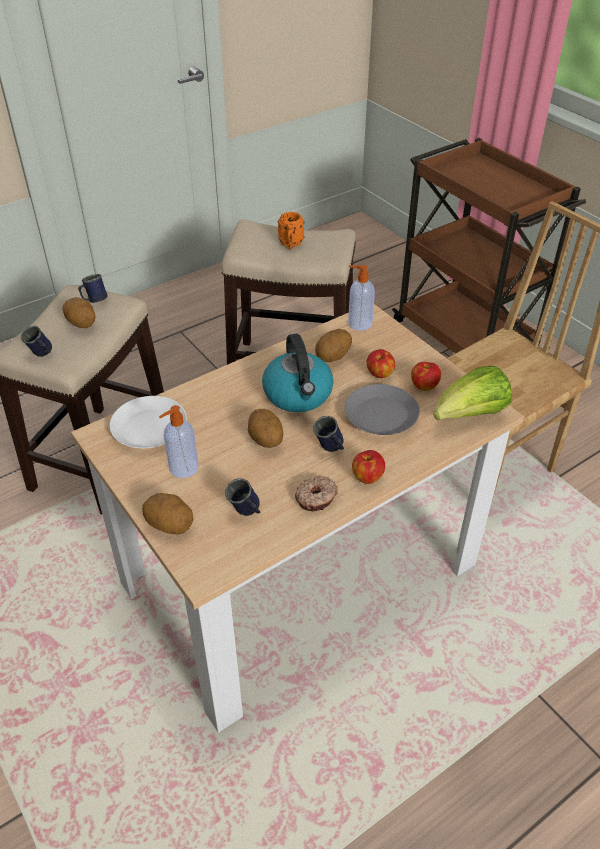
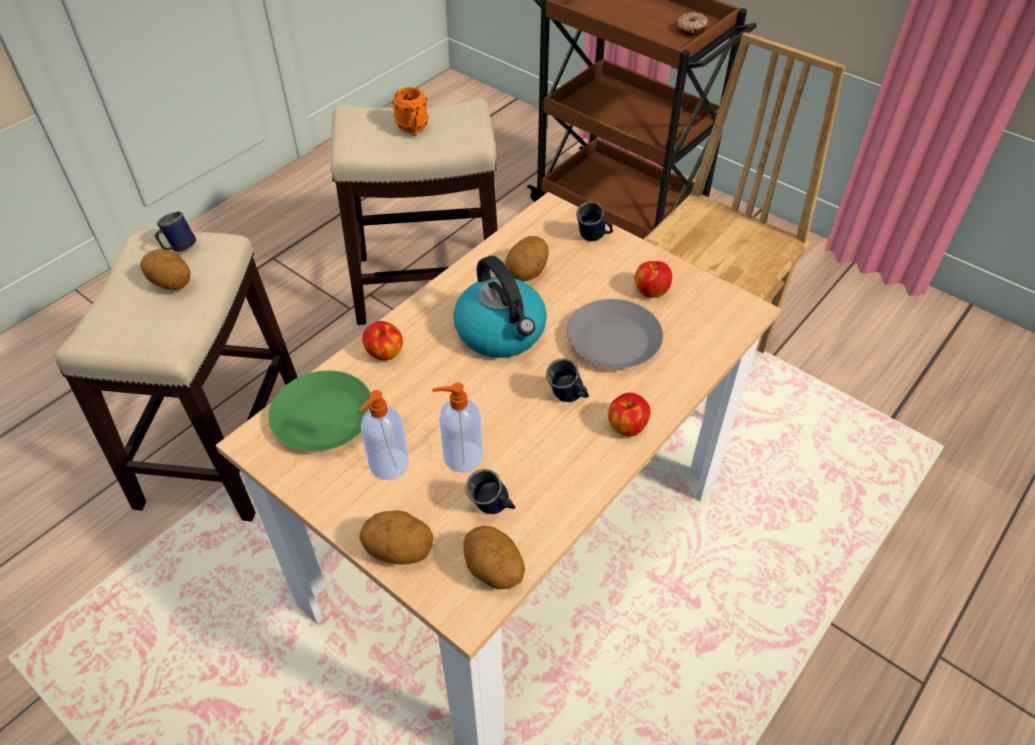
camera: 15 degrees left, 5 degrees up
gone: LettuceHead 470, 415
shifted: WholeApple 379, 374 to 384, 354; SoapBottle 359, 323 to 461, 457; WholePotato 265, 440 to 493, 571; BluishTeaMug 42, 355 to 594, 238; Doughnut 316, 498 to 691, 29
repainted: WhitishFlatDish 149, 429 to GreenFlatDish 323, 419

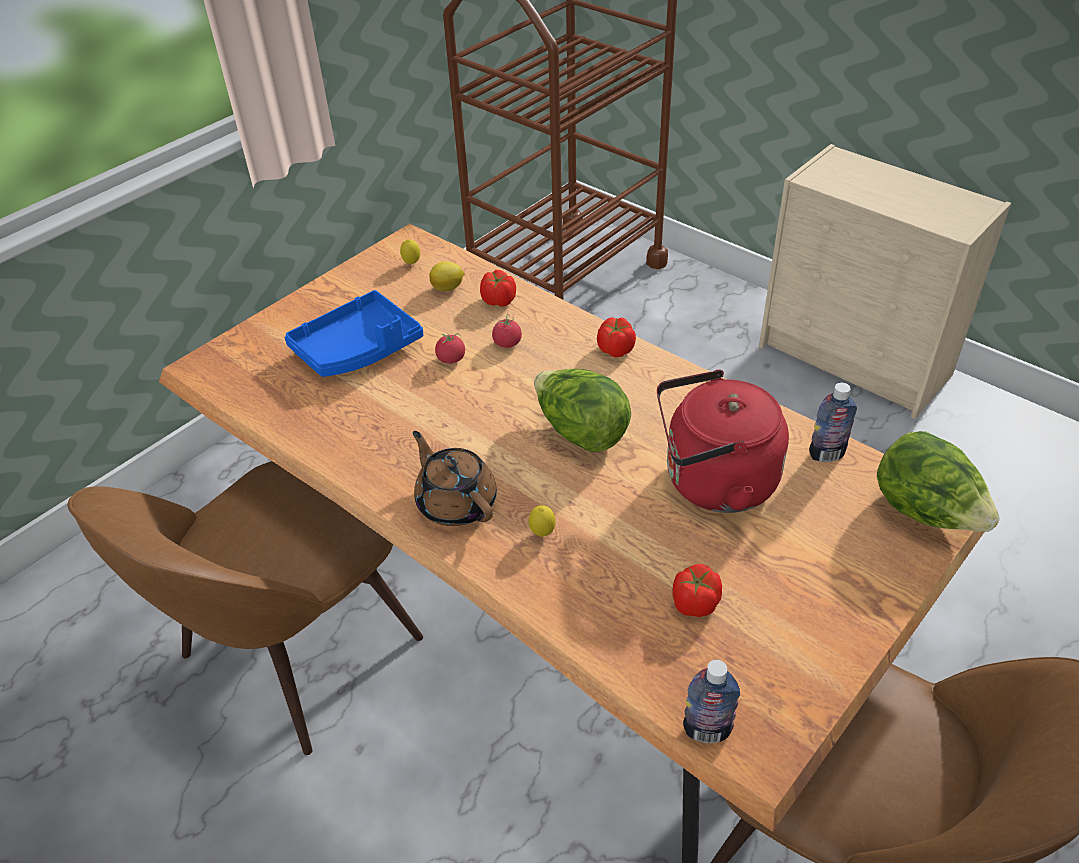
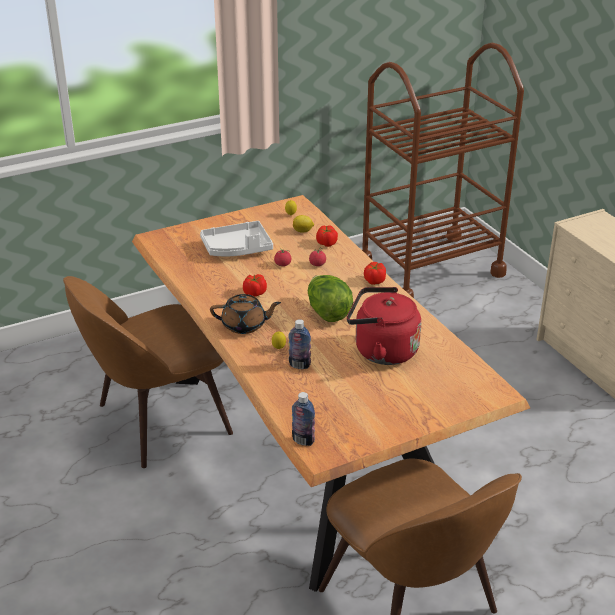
camera: 20 degrees right, 10 degrees down
gone: LettuceHead 926, 512
shifted: WholeTomato 695, 603 to 254, 293; DrinkBottle 826, 454 to 299, 365
repainted: BluishTray 358, 349 to WhitishTray 237, 248
rotated: BrownColouredTeaPot 456, 502 = 245, 325 105 degrees clockwise

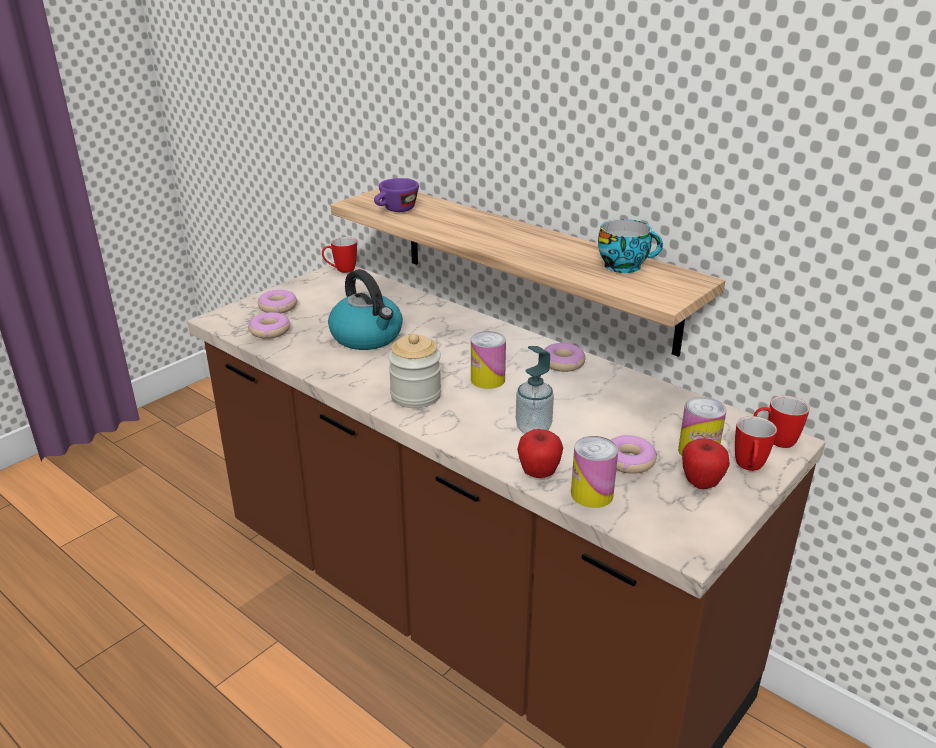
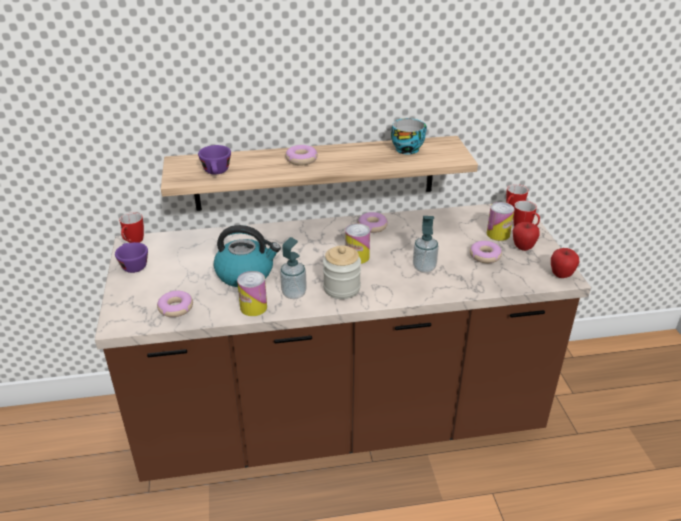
camera: 50 degrees left, 5 degrees up
new: PurpleColouredSmallCup 132, 265; SoapBottle 294, 293
shifted: Can 592, 494 to 253, 307; Doughnut 278, 307 to 301, 160; WholeApple 538, 473 to 561, 275

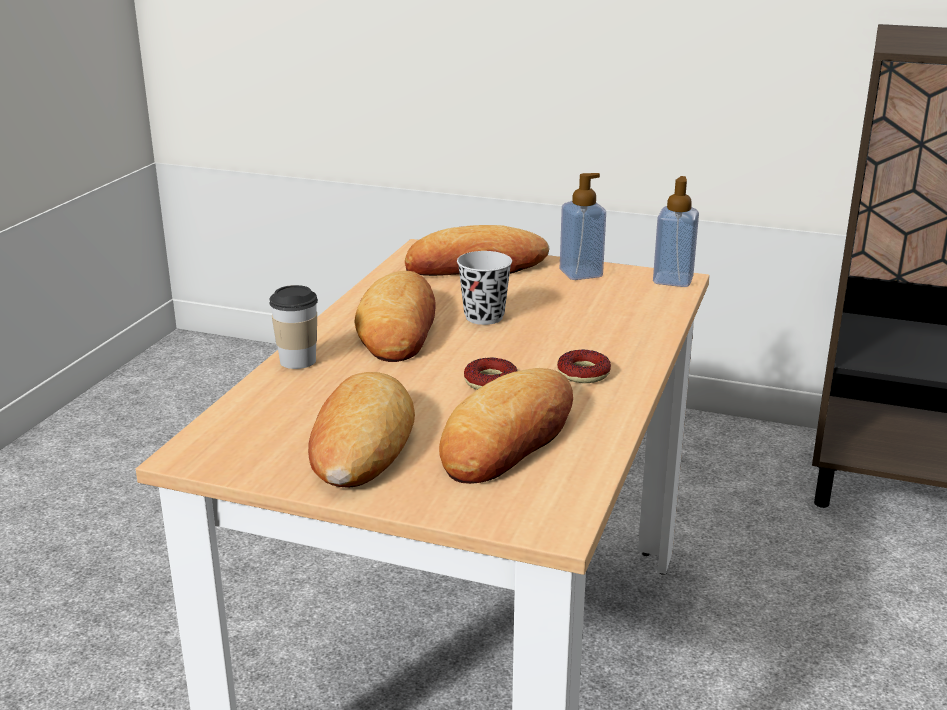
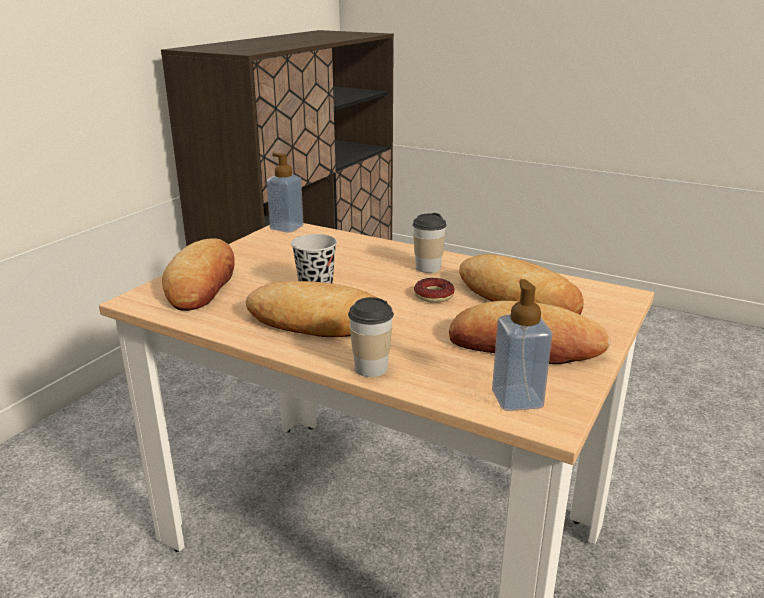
camera: 80 degrees left, 0 degrees up
shifted: SoapBottle 581, 273 to 517, 399
swapped: Doughnut 583, 373 to SmallCup 428, 268

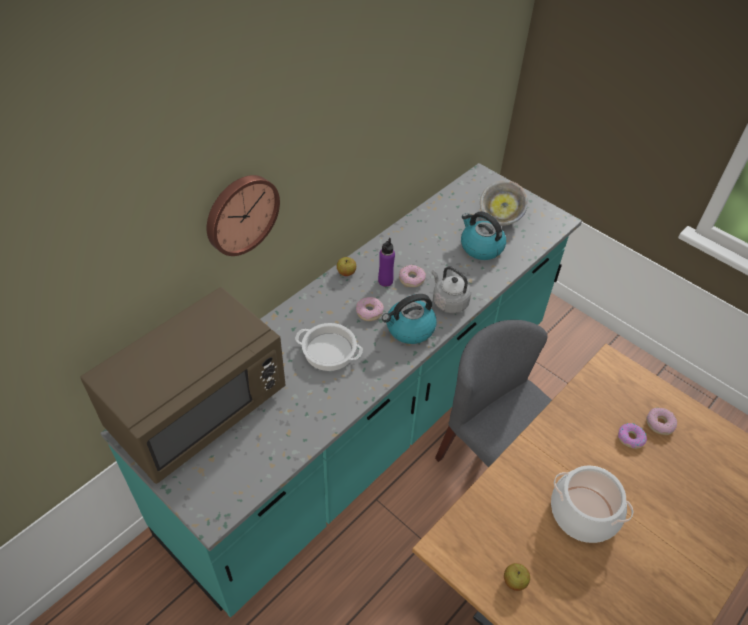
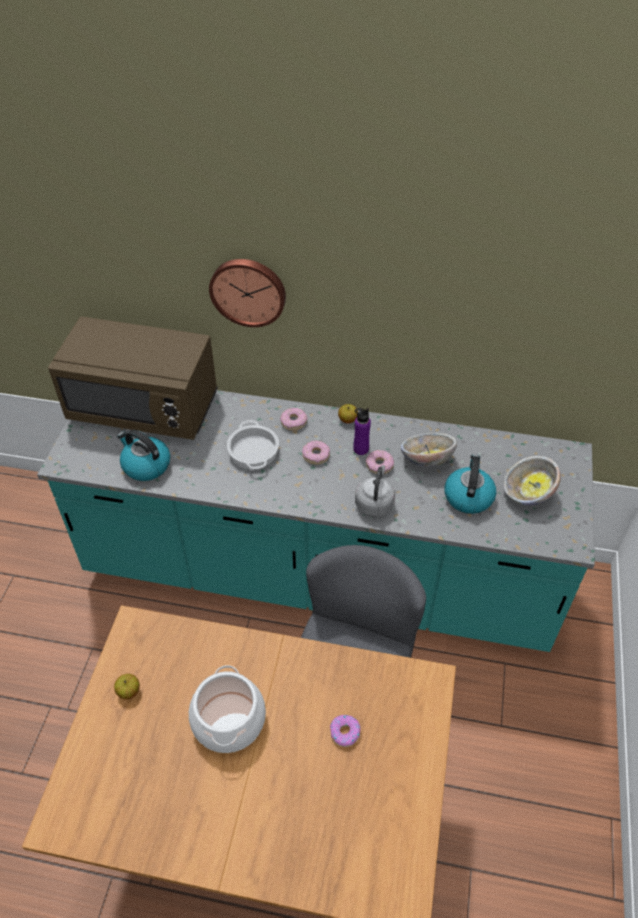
camera: 60 degrees right, 0 degrees up
new: ServingBowl 426, 459
shifted: WaterKettle 409, 329 to 145, 465; Doughnut 660, 424 to 293, 422

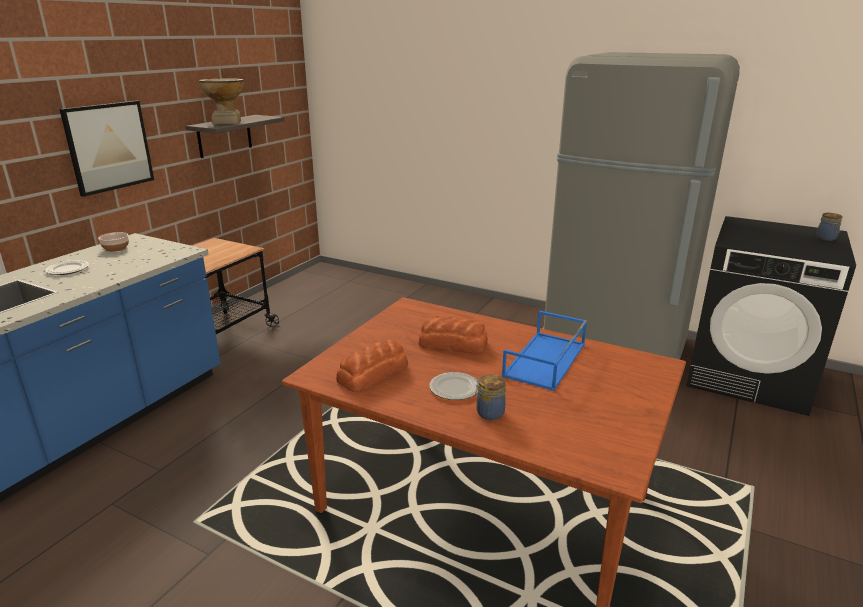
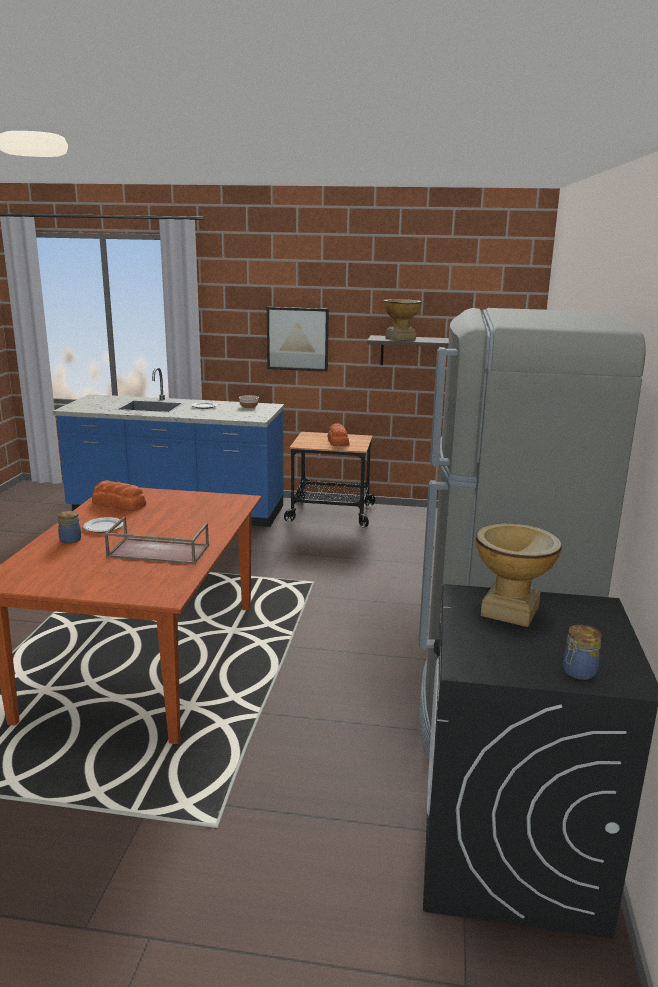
camera: 70 degrees right, 5 degrees down
new: Vase 510, 611
shifted: Bread 453, 344 to 338, 441
repainted: BluishTray 545, 361 to BrownColouredTray 157, 551

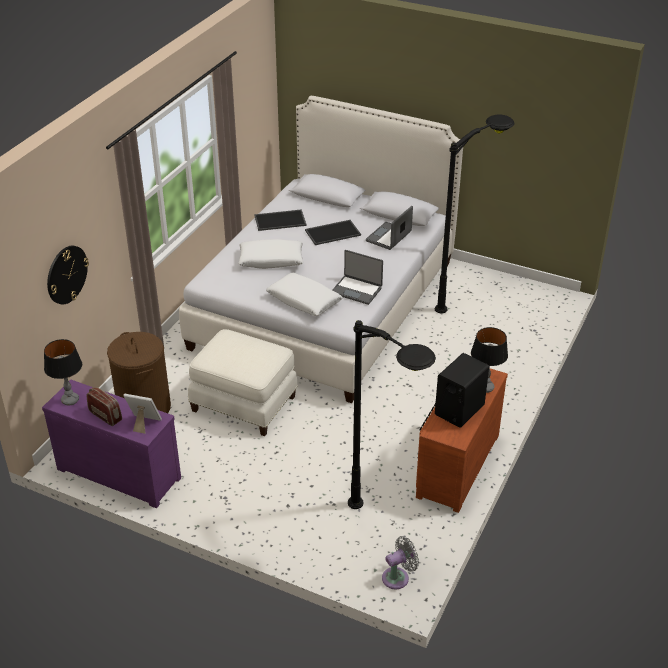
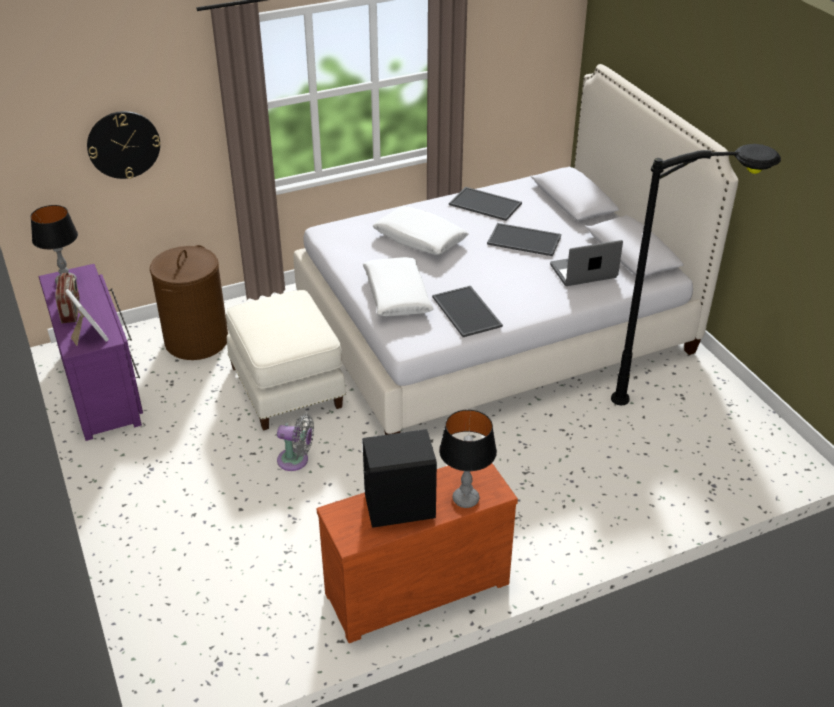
camera: 40 degrees right, 0 degrees up
gone: BlackFloorLamp 389, 532
shifted: GreyFan 398, 577 to 296, 460
swapped: Laptop 357, 290 to Tray 468, 311

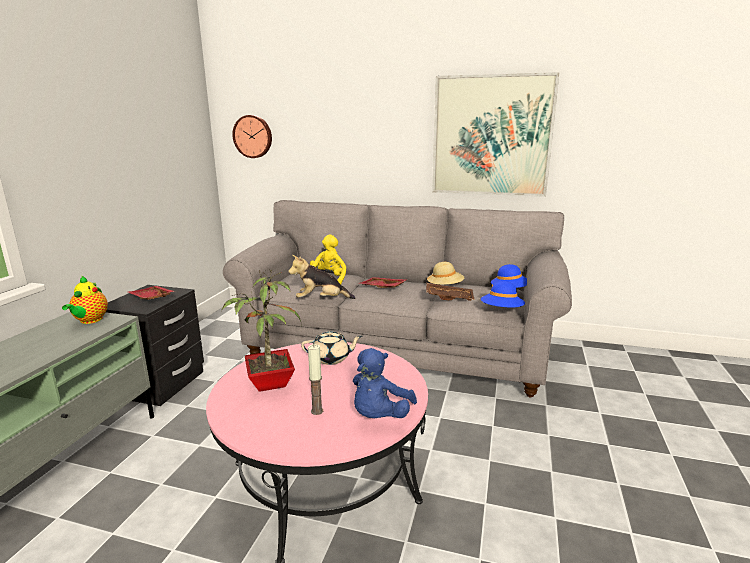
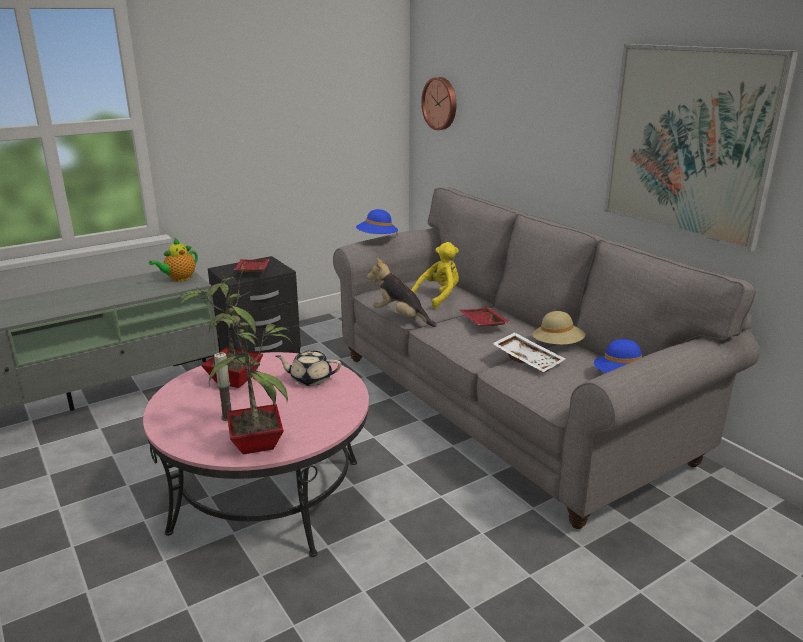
camera: 40 degrees right, 5 degrees up
shifted: BluishClothingHat 501, 311 to 377, 238
swapped: BluishSoftToy 379, 416 to PlantInAPot 259, 443
repainted: BrownColouredTray 449, 297 to WhitishTray 528, 359
rotated: BeigeTeaPot 331, 358 = 310, 379 150 degrees clockwise

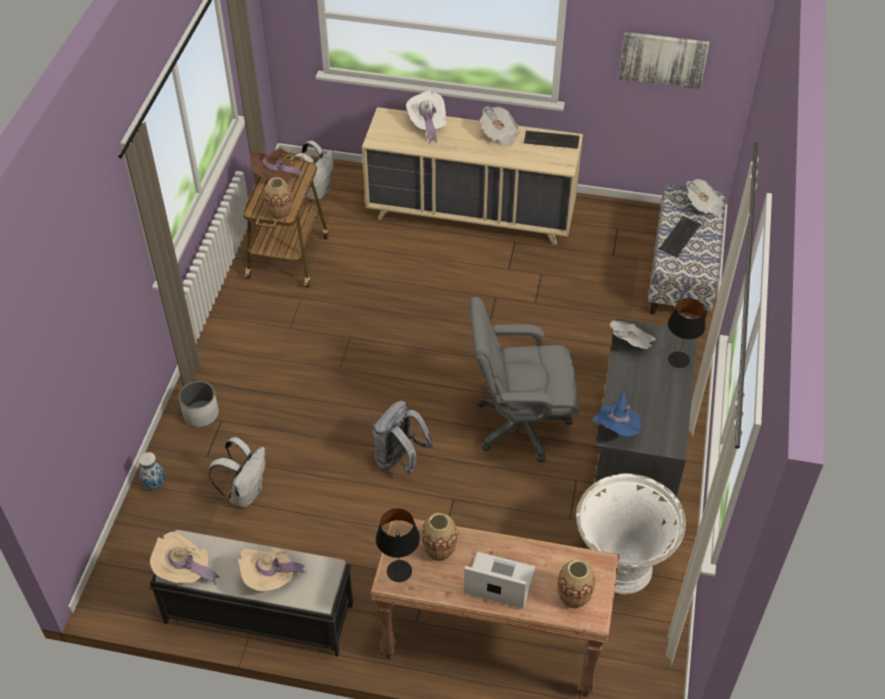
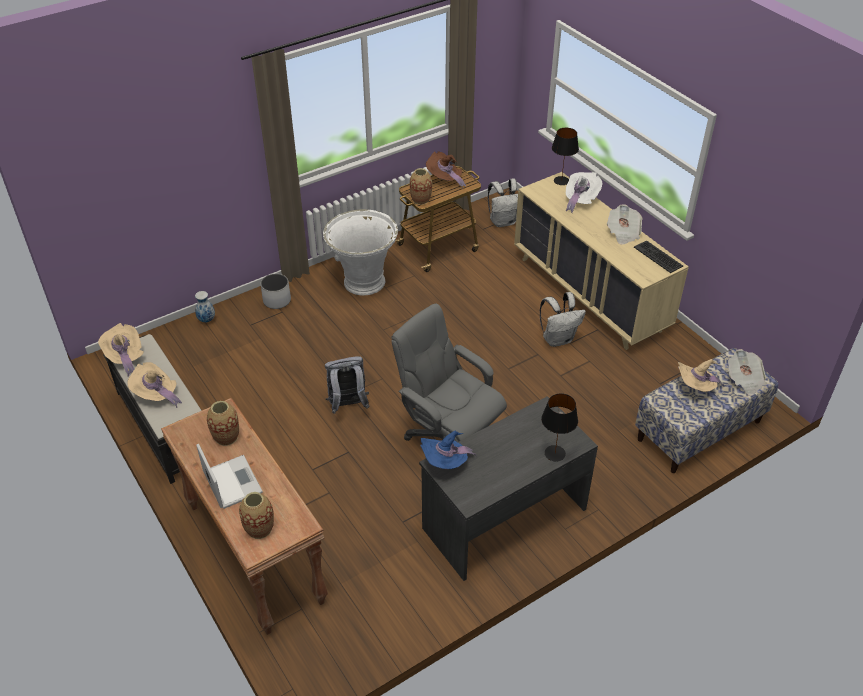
camera: 45 degrees right, 5 degrees down
gone: DailyPaper 632, 343; Picture 663, 59
shifted: WhitishPlantPot 620, 568 to 363, 282; WhitishKnapsack 245, 492 to 558, 339; BlackTableLamp 399, 571 to 561, 181
swapped: PcKeyboard 680, 237 to BeigeClothingHat 695, 388

